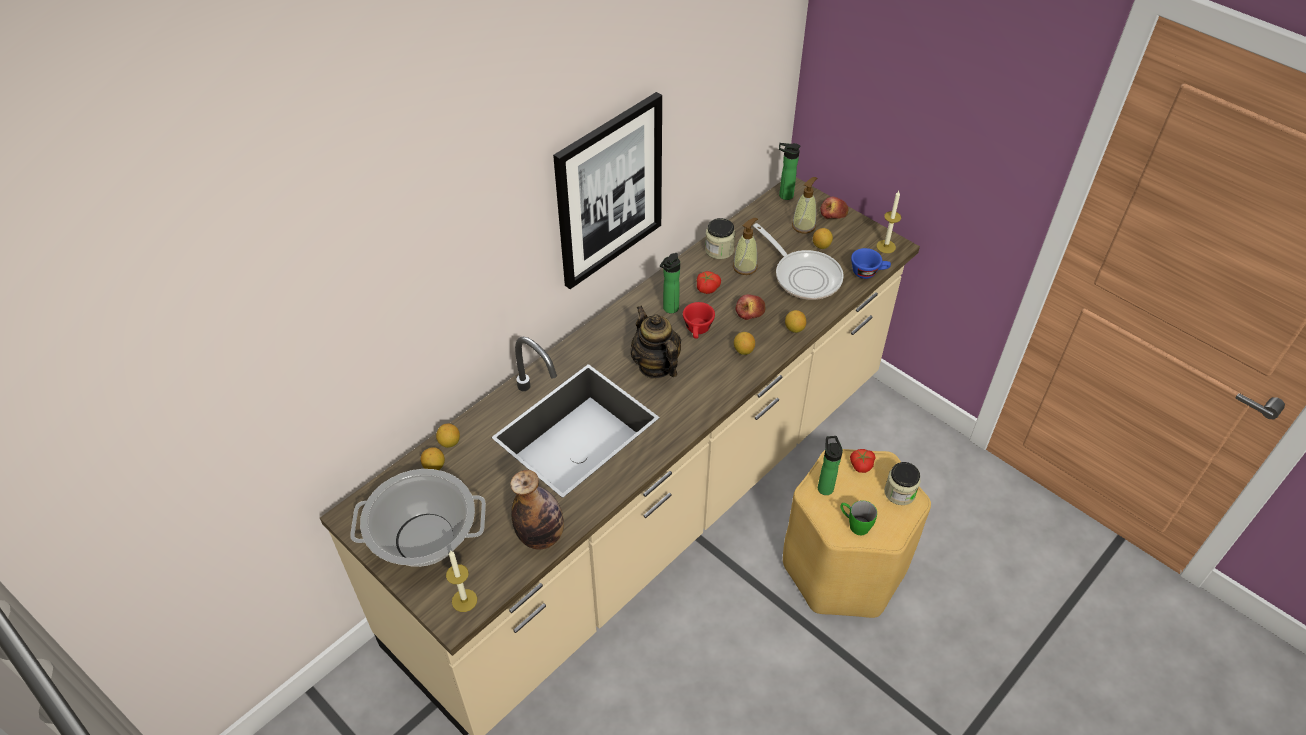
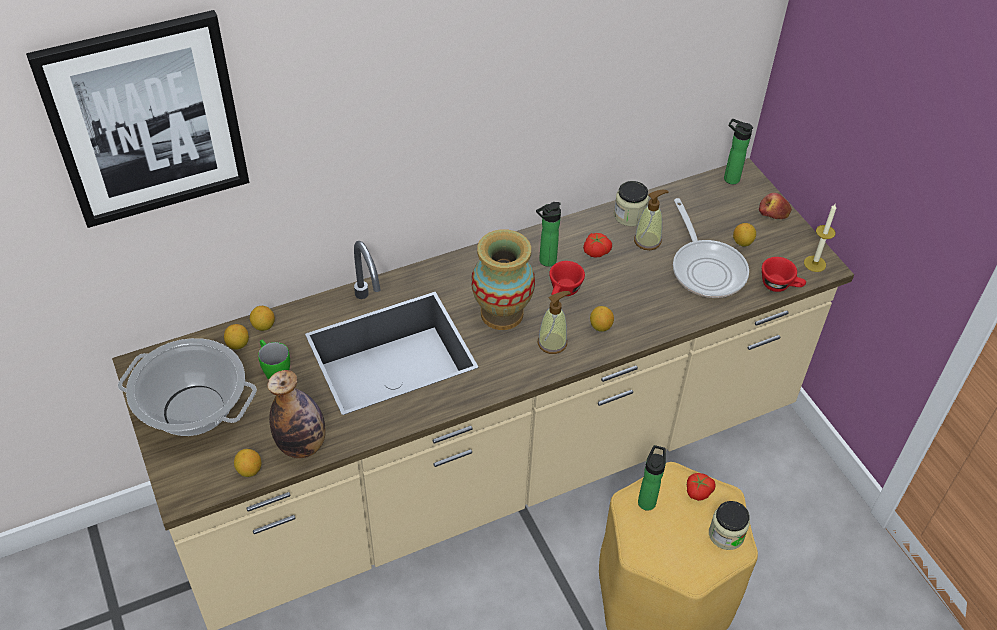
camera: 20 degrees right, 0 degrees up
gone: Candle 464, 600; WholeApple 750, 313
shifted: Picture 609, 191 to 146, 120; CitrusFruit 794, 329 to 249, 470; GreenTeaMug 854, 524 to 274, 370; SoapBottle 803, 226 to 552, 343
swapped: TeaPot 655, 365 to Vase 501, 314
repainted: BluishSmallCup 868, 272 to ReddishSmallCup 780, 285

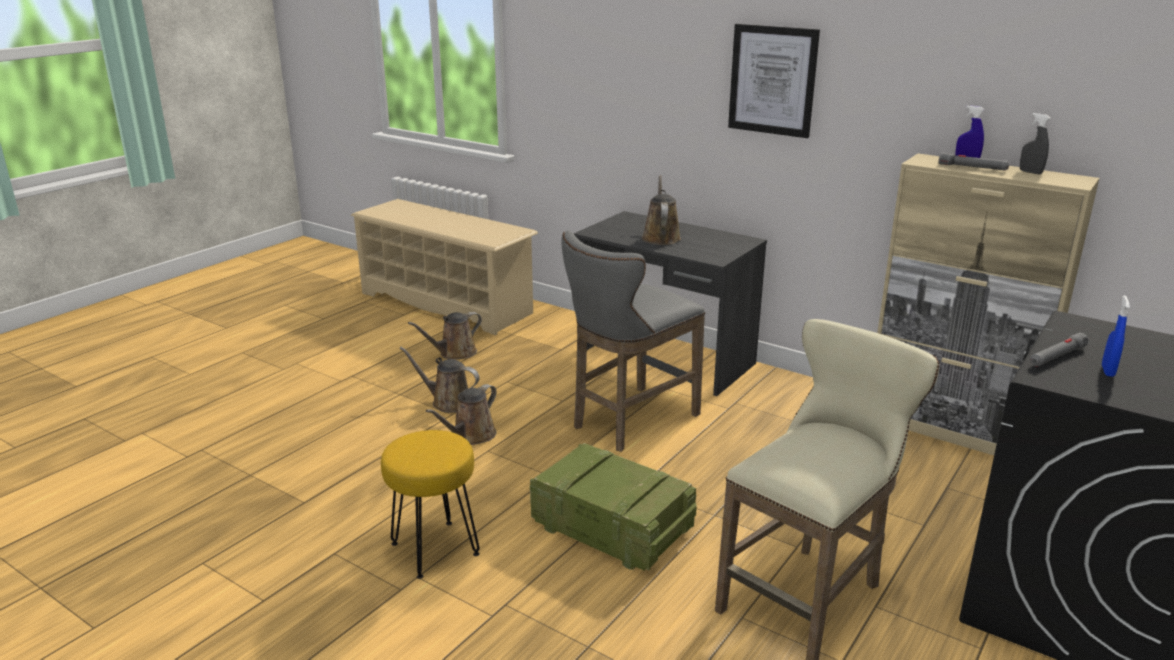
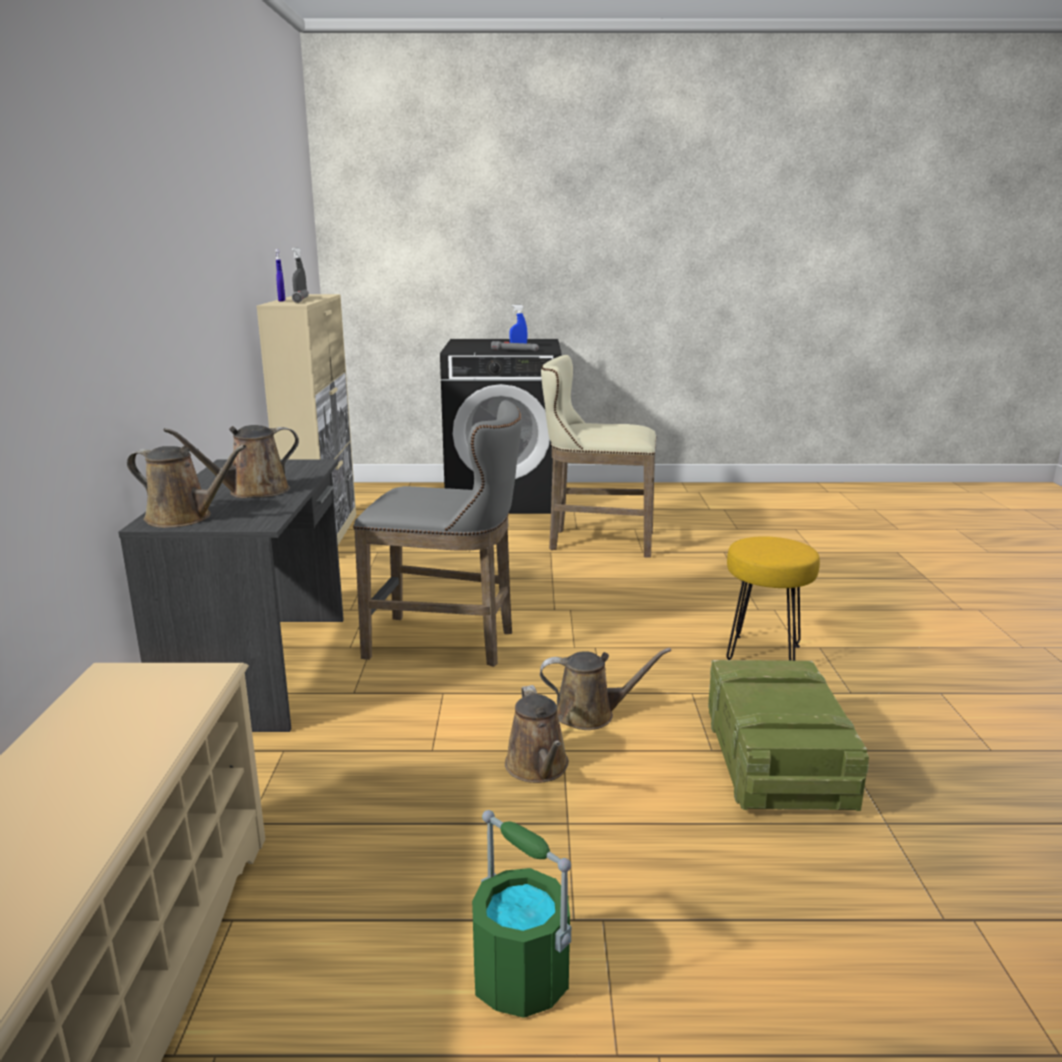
camera: 125 degrees left, 5 degrees down
gone: Picture 772, 80
new: GreenBucket 522, 979
shifted: BrownColouredWateringCan 454, 353 to 184, 518; Crate 613, 529 to 774, 761

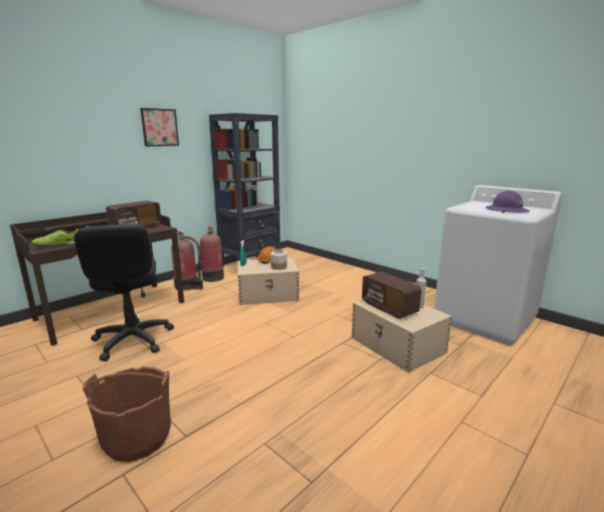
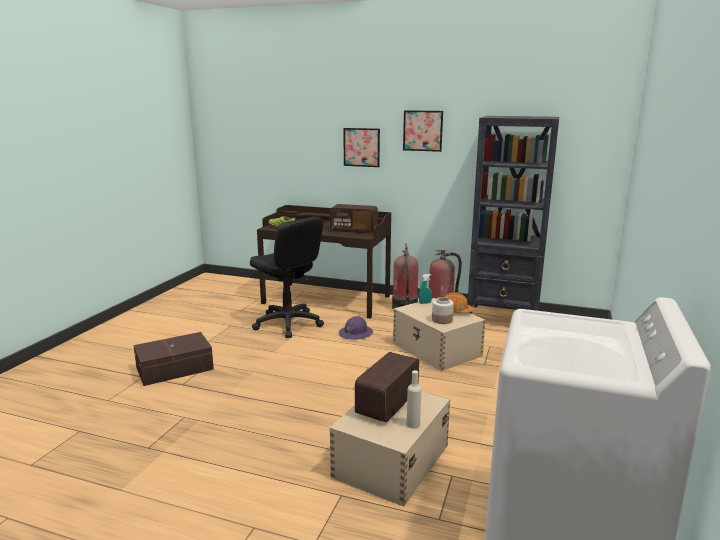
camera: 65 degrees right, 0 degrees up
new: Picture 361, 147
shifted: PurpleColouredSafetyHelmet 506, 211 to 355, 333
swapped: BrownColouredBucket 137, 437 to BrownColouredStorageBox 175, 369
rotated: BlackDeskChair 132, 340 = 288, 324 90 degrees counterclockwise

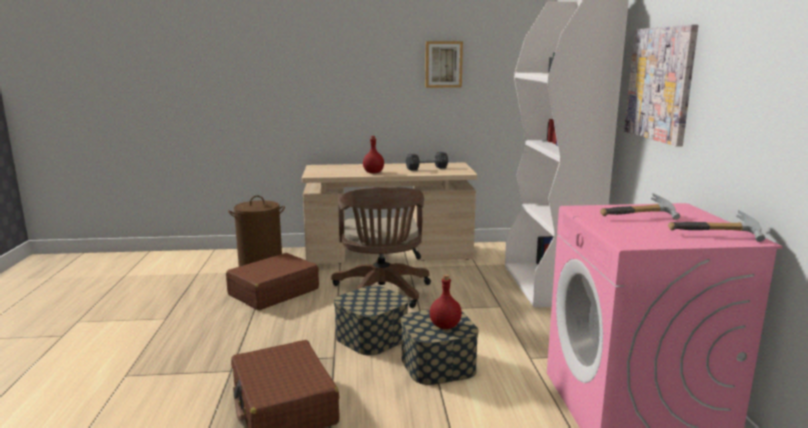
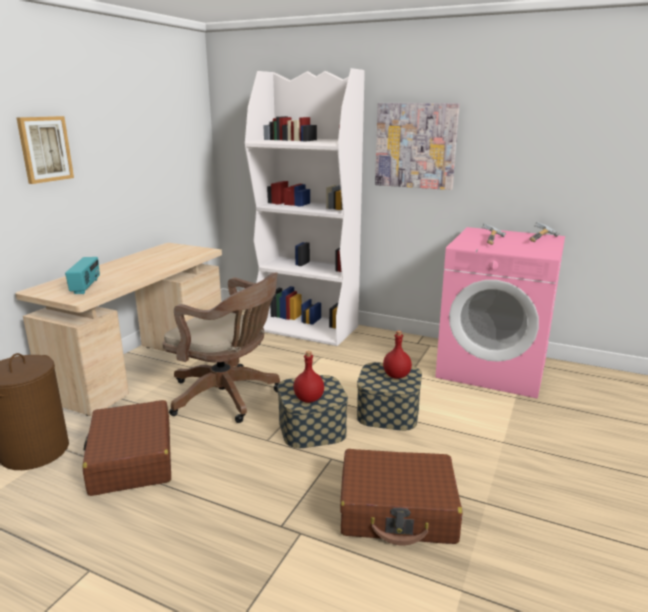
camera: 60 degrees left, 5 degrees up
gone: BlackFreeWeight 427, 168
new: RadioReceiver 86, 287
shifted: Picture 443, 64 to 45, 149; ReddishDrinkBottle 373, 172 to 309, 399

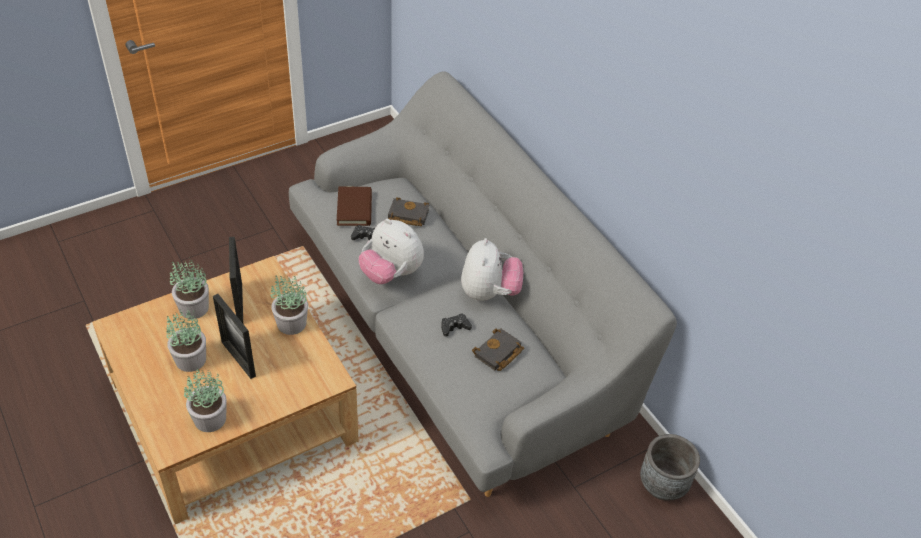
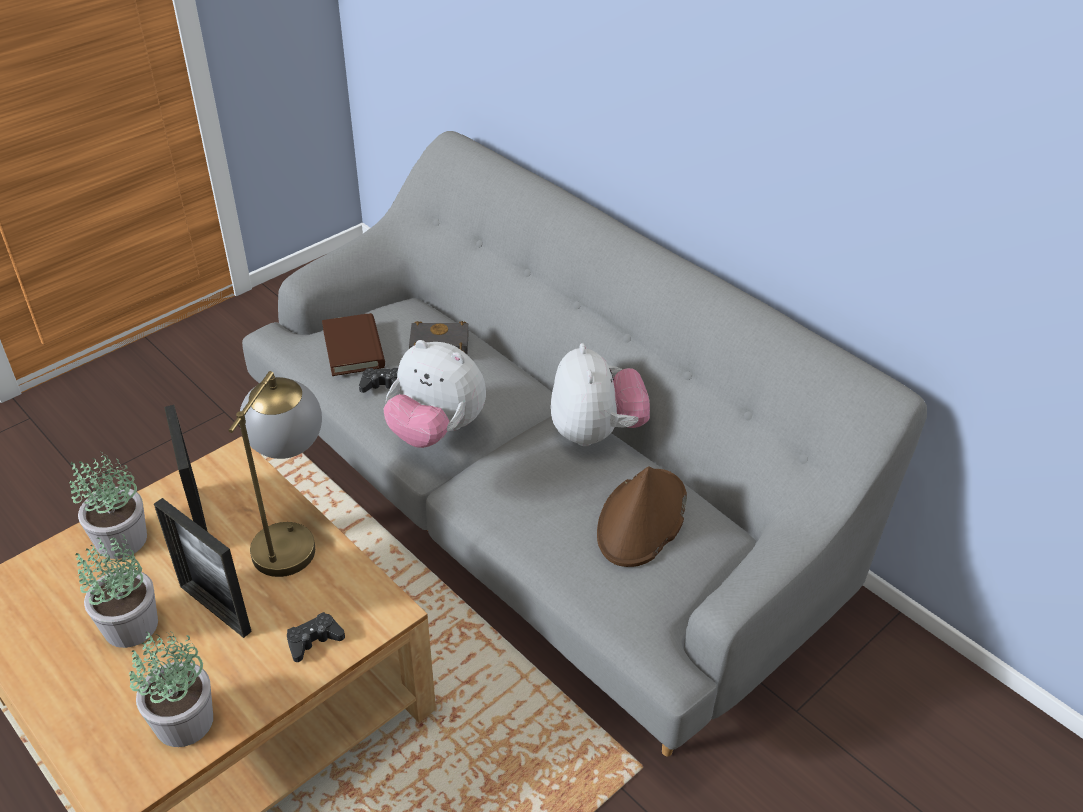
camera: 10 degrees left, 5 degrees down
gone: GreyPlantPot 663, 485
shifted: BlackJoypad 454, 327 to 314, 640
swapped: PlantInAPot 291, 323 to TableLamp 293, 535; BlackBoundBook 498, 354 to BrownColouredClothingHat 642, 519

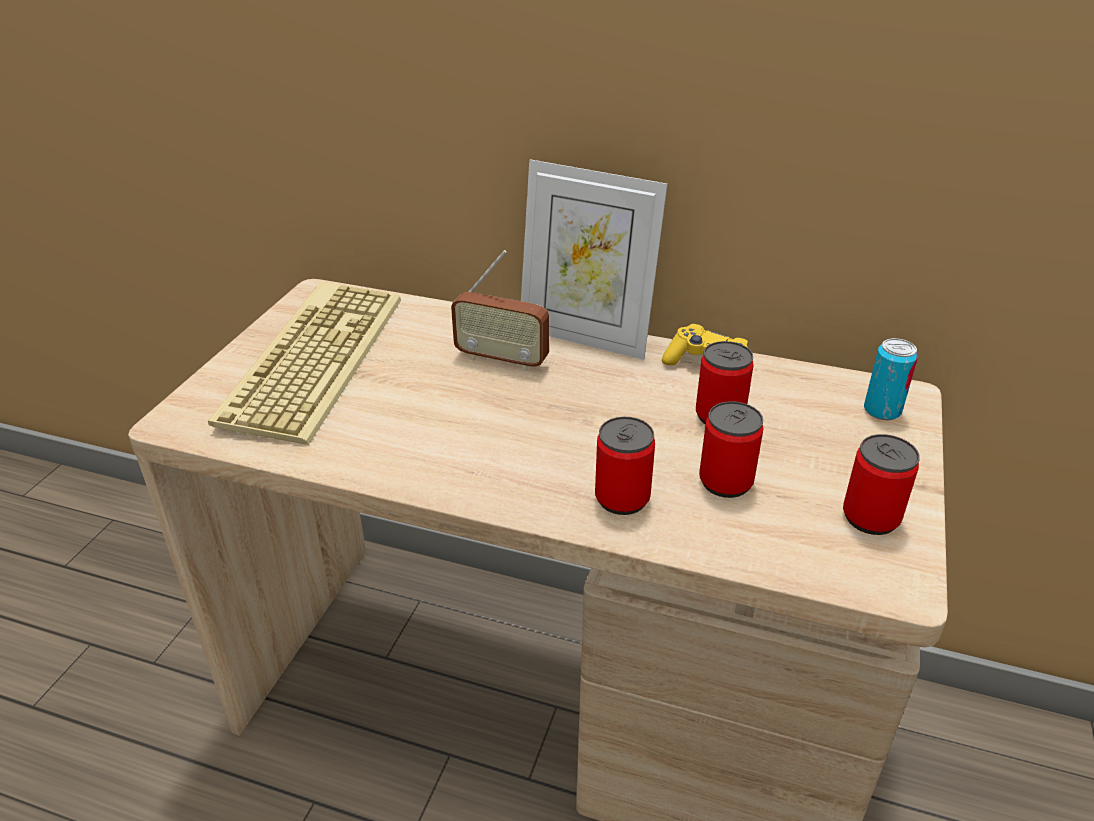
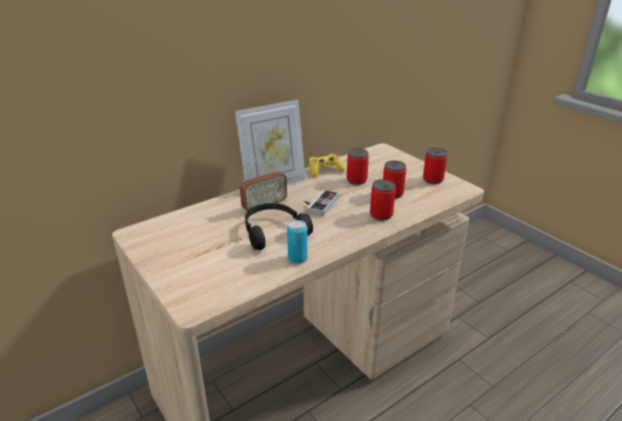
camera: 55 degrees left, 5 degrees down
gone: PcKeyboard 312, 358
new: BlackHeadphones 273, 231; Joypad 319, 204
shifted: Can 882, 410 to 297, 258

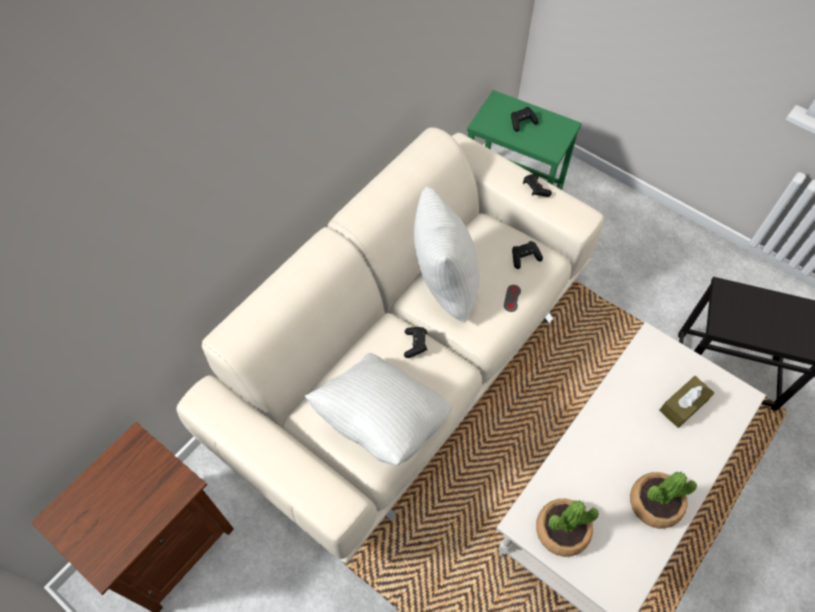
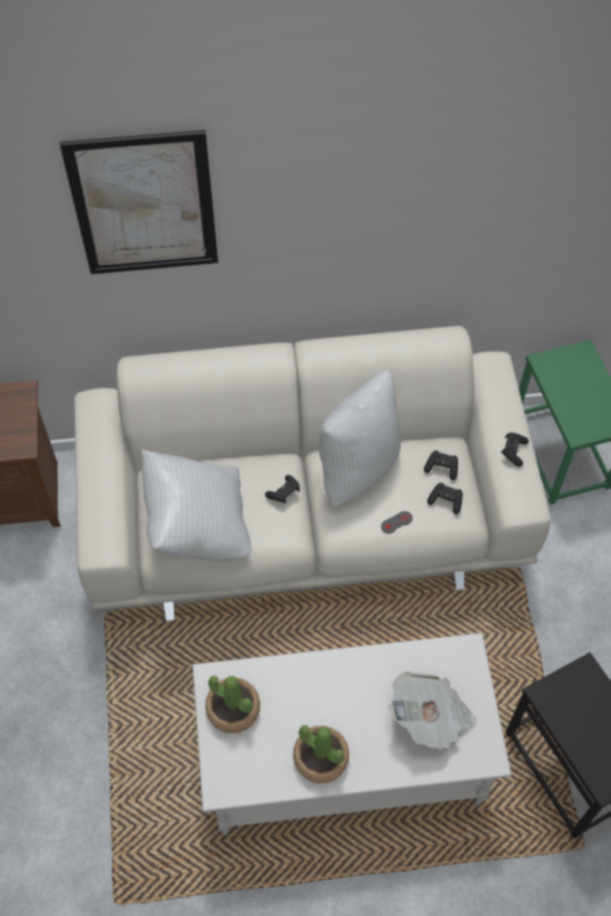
camera: 45 degrees right, 0 degrees up
new: Picture 144, 205
shifted: BlackJoypad 522, 123 to 441, 468
swapped: BrownColouredTissueBox 683, 405 to DailyPaper 430, 717

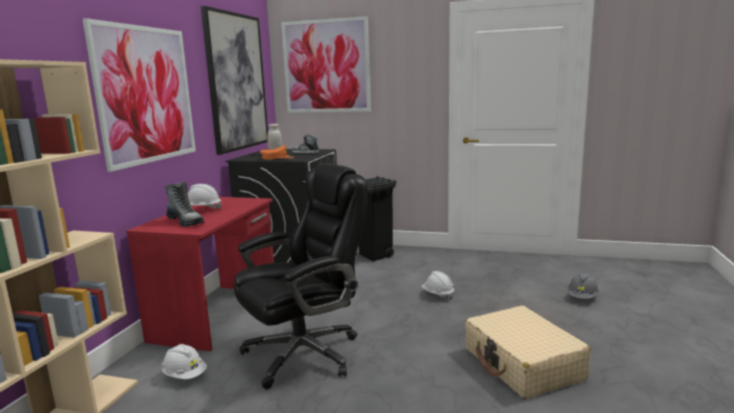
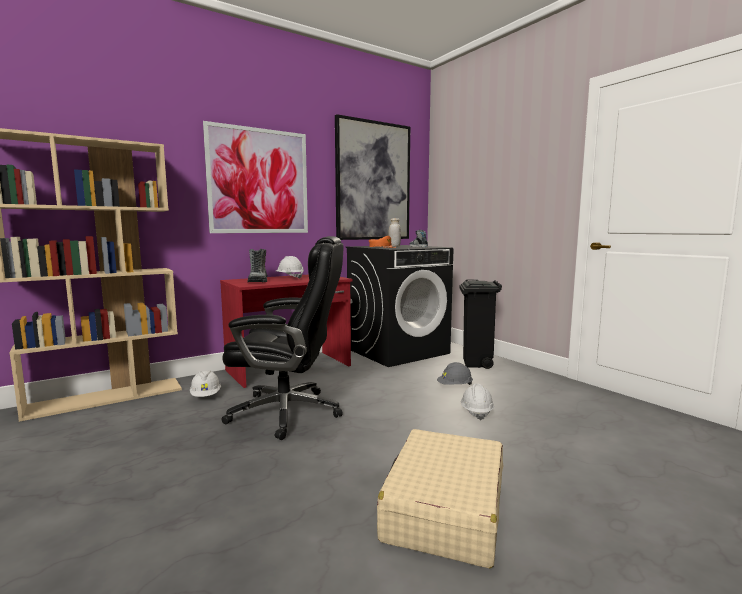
camera: 40 degrees right, 5 degrees down
gone: Picture 326, 66
shifted: GreySafetyHelmet 582, 297 to 455, 386

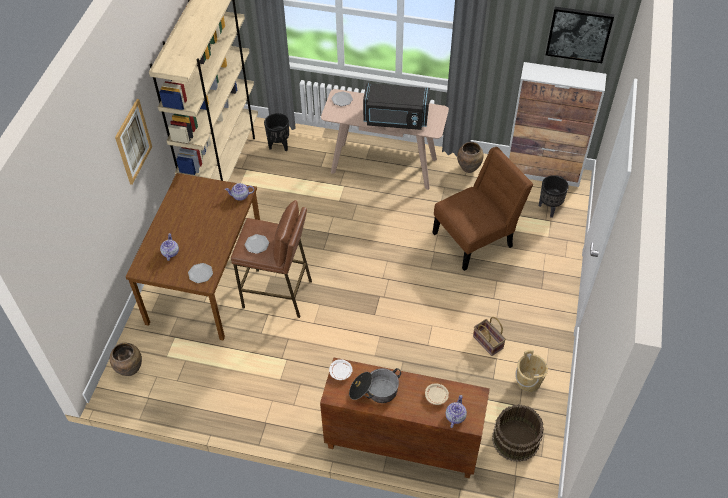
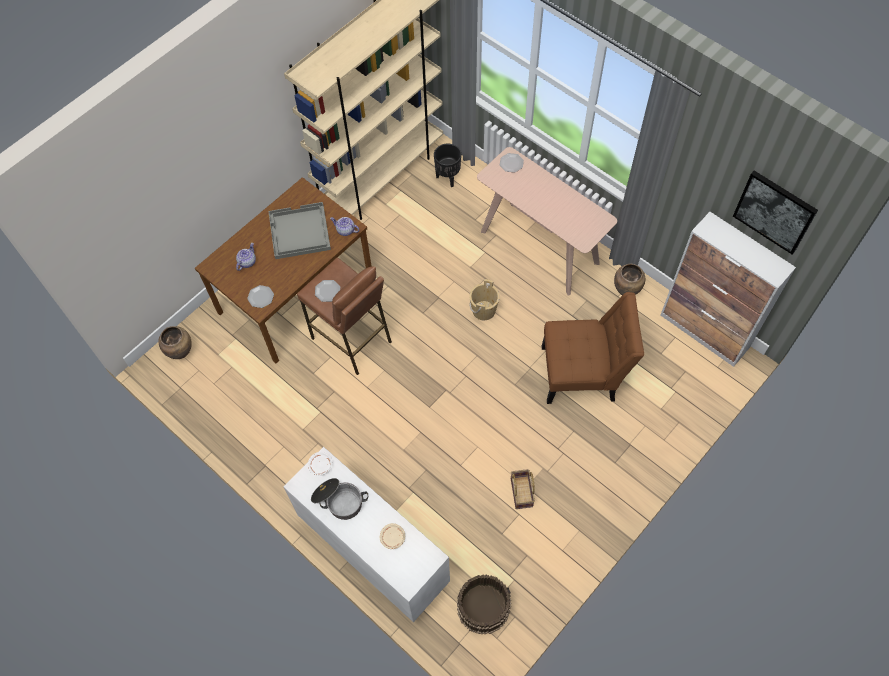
camera: 30 degrees right, 10 degrees up
gone: Picture 133, 142; BlackMicrowave 395, 119; TeaPot 455, 416; BlackPlantPot 549, 208
new: GreyTray 299, 232
shifted: BeigeBucket 528, 381 to 484, 310
repainted: BrownColouredStorageCabinet 401, 444 to WhitishStorageCabinet 372, 552

